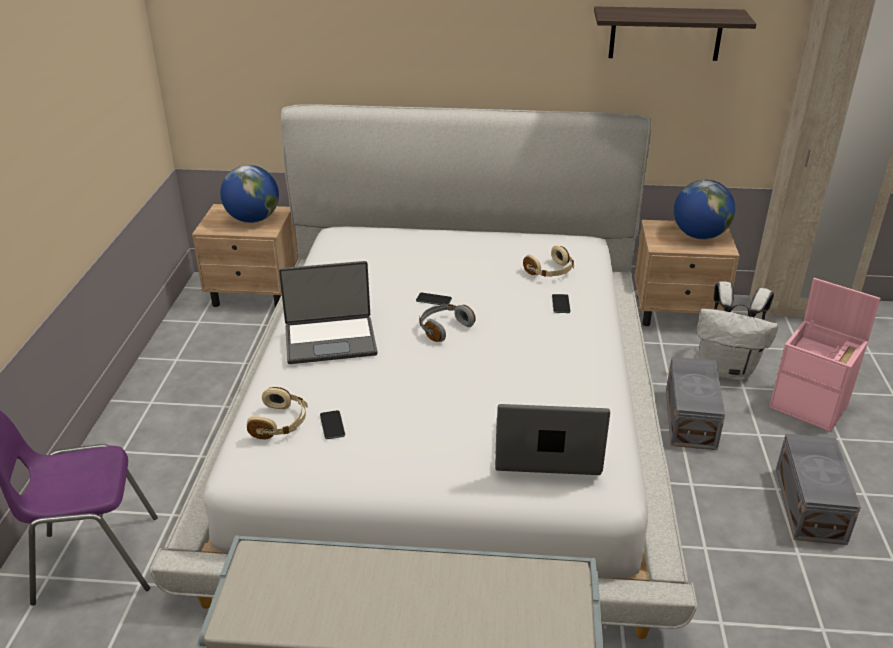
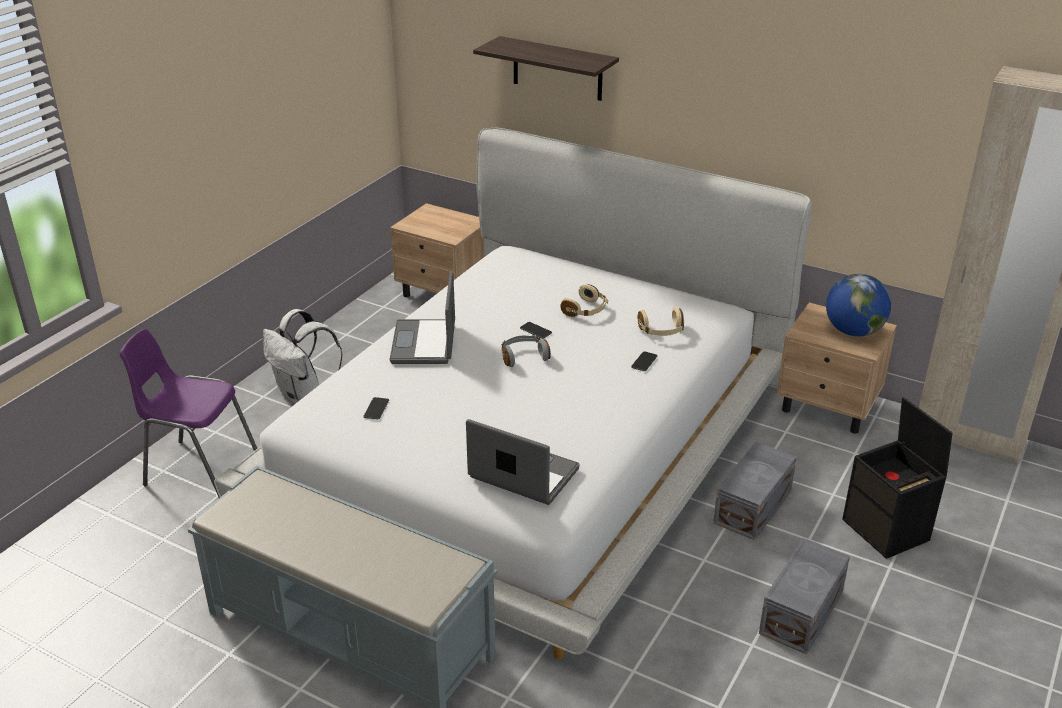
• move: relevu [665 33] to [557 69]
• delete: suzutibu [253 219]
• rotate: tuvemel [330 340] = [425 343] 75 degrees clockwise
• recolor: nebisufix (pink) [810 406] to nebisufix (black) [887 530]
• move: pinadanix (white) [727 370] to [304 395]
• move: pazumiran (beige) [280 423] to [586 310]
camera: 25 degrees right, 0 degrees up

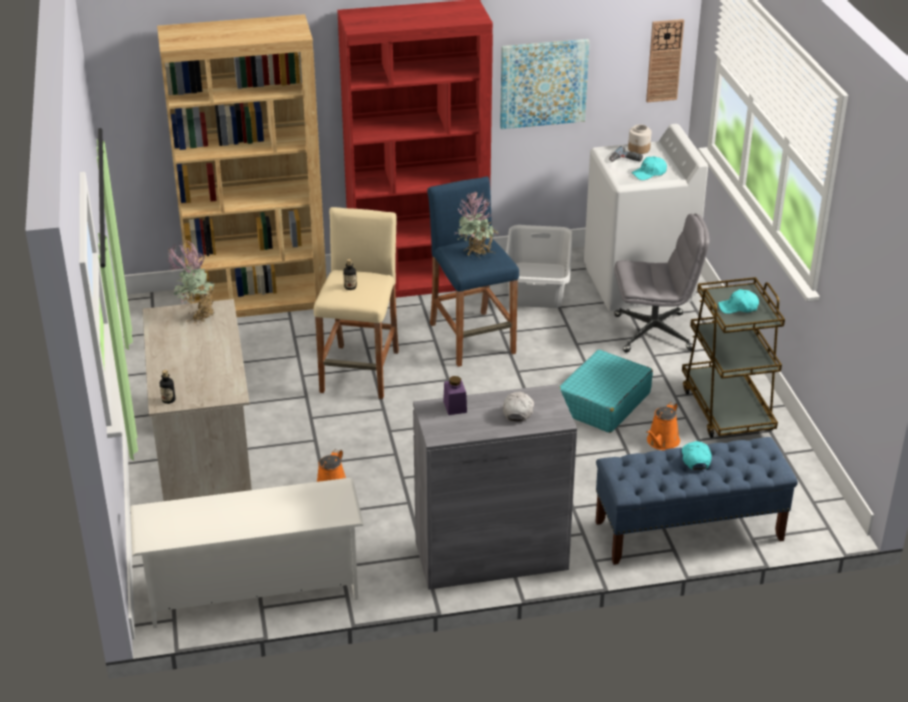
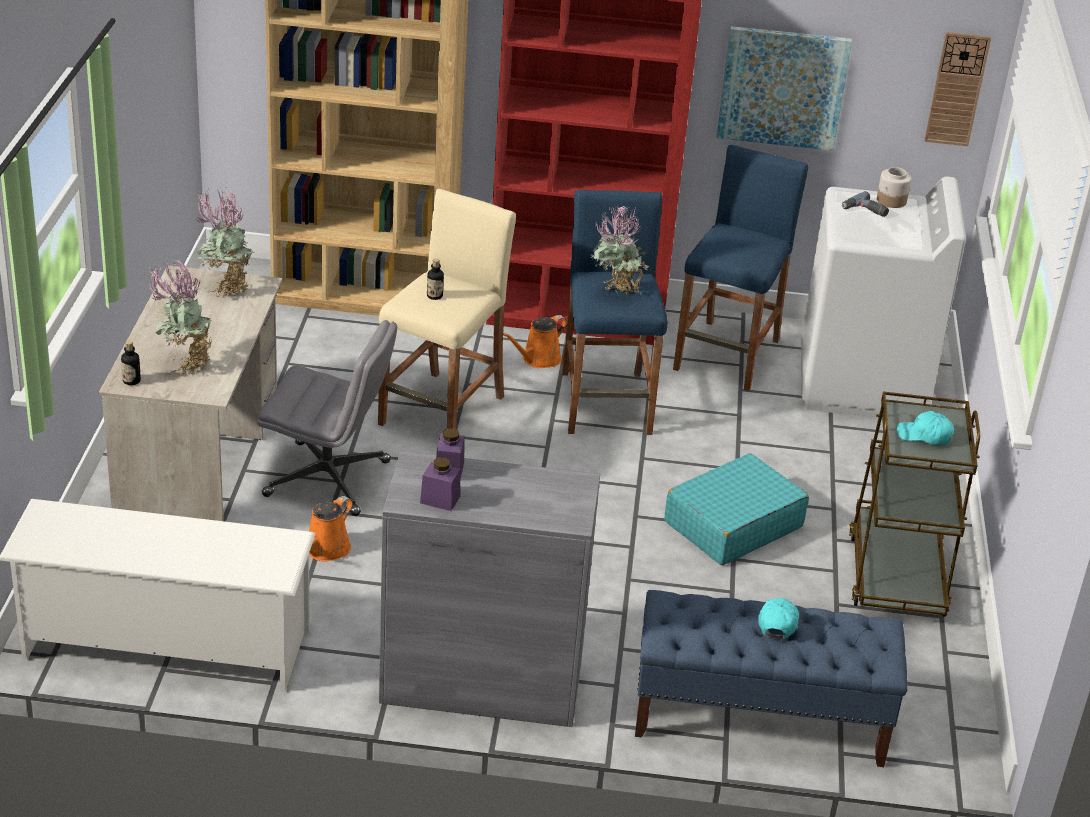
• delete: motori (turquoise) [649 173]
• move: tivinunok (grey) [654 332] to [329 479]
• replace: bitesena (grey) [538 285] to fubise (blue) [727 355]
• delete: motori (white) [518 410]
• move: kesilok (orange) [661 442] to [538 360]
• insert: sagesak [185 363]
• insert: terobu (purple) [440 499]
camera: 15 degrees right, 0 degrees up

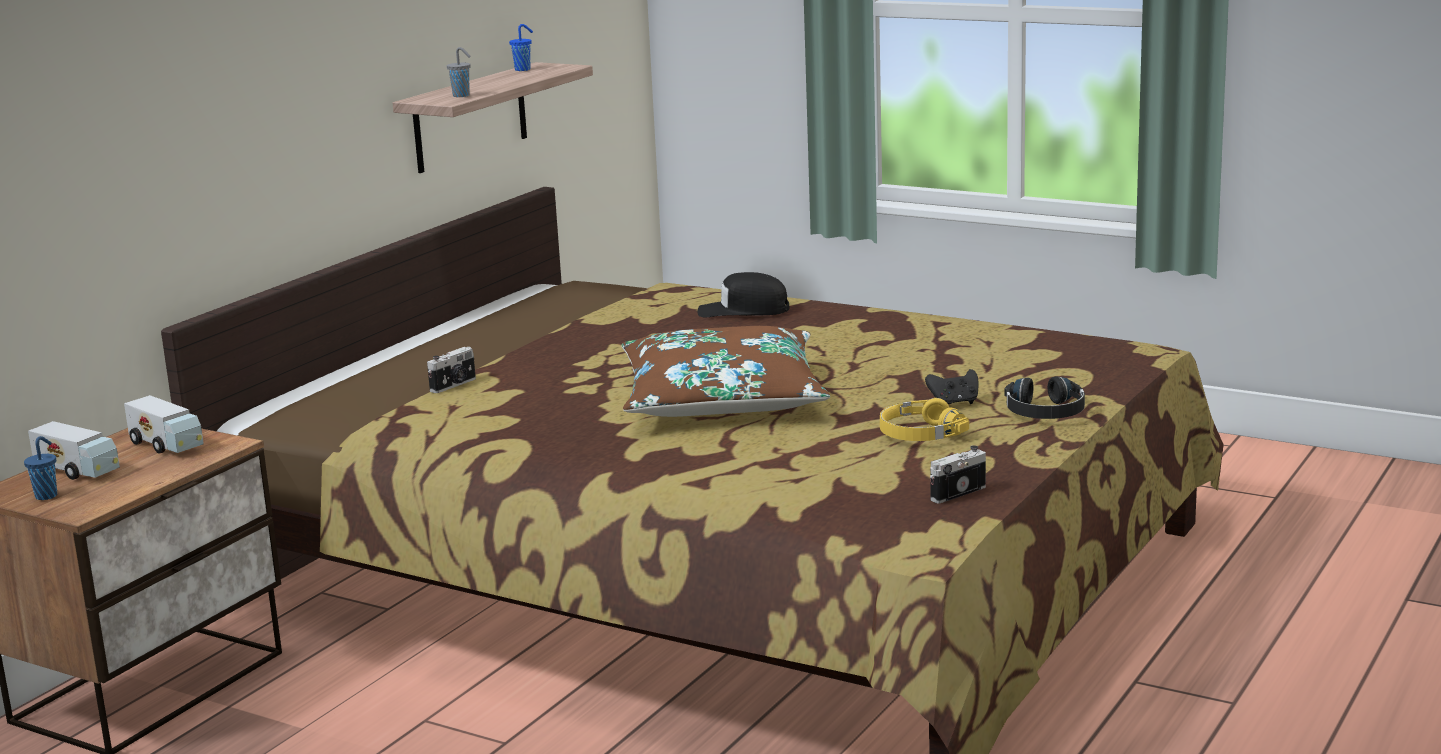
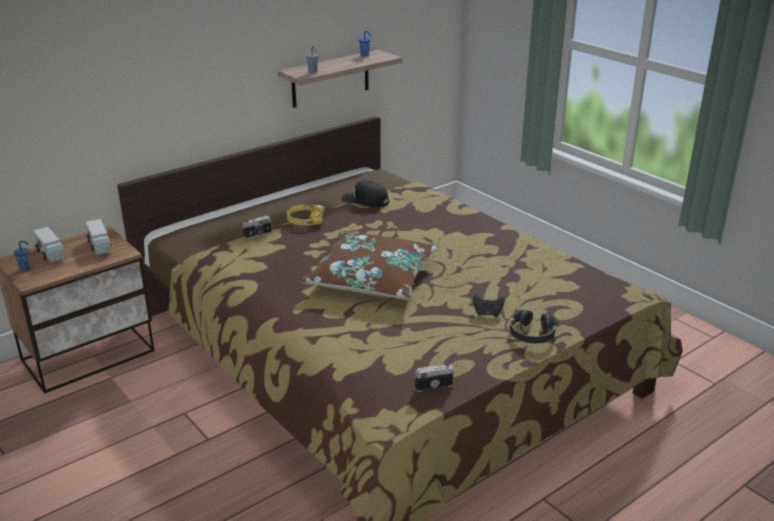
• move: motori (black) [743 310] to [365 200]
• move: pazumiran (yellow) [920 434] to [305 220]
camera: 20 degrees right, 10 degrees up

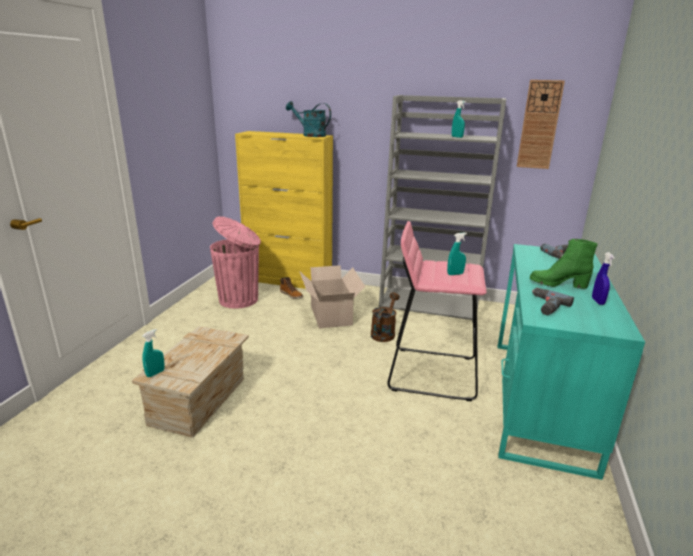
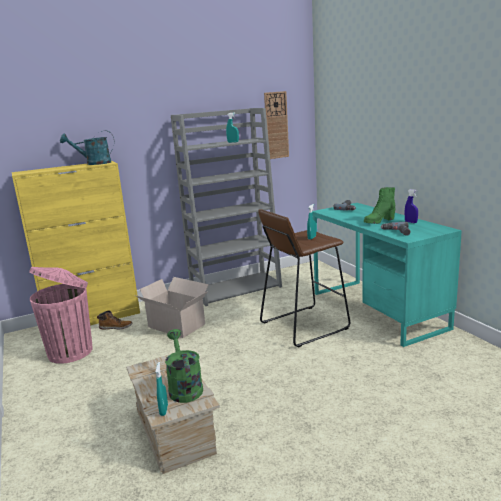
• recolor: fubise (pink) [431 372] to fubise (brown) [303 325]
• delete: kesilok (brown) [384 333]
• insert: kesilok (green) [184 387]
camera: 40 degrees left, 5 degrees down

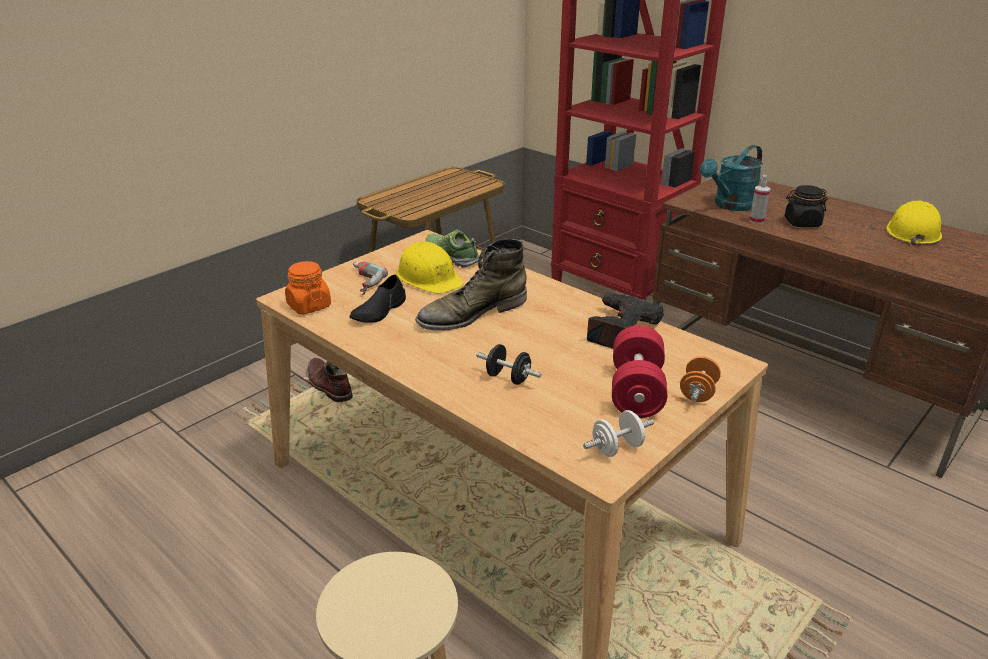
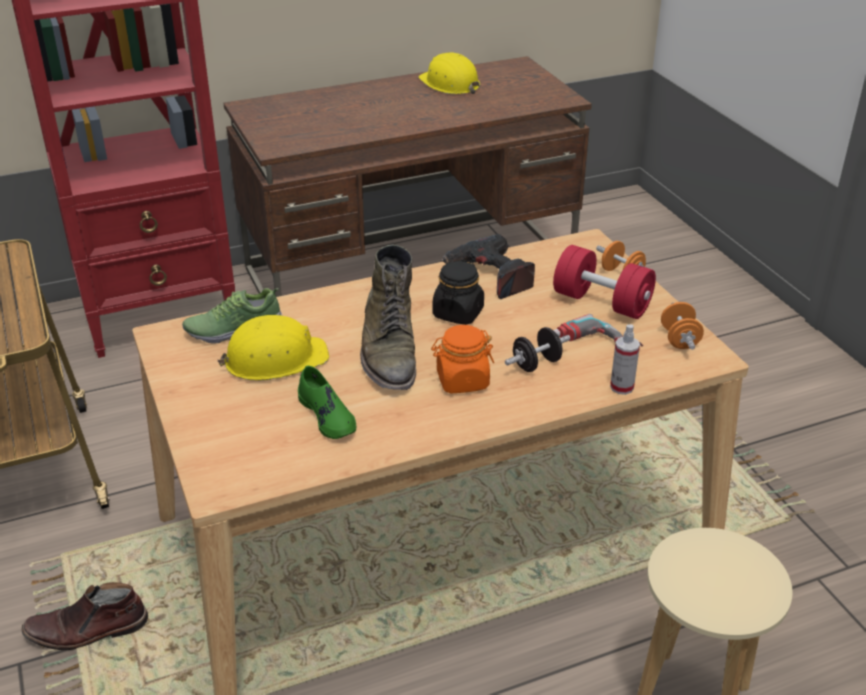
• delete: kesilok (turquoise) [730 205]
• move: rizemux [756 221] to [621 387]
• move: terobu (black) [802 223] to [458 313]
• move: terobu (orange) [309 306] to [462 381]
• move: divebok [359 282] to [593 345]
• recolor: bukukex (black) [379 311] to bukukex (green) [327 416]
• recolor: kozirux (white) [617 448] to kozirux (orange) [679 339]
camera: 65 degrees left, 5 degrees up

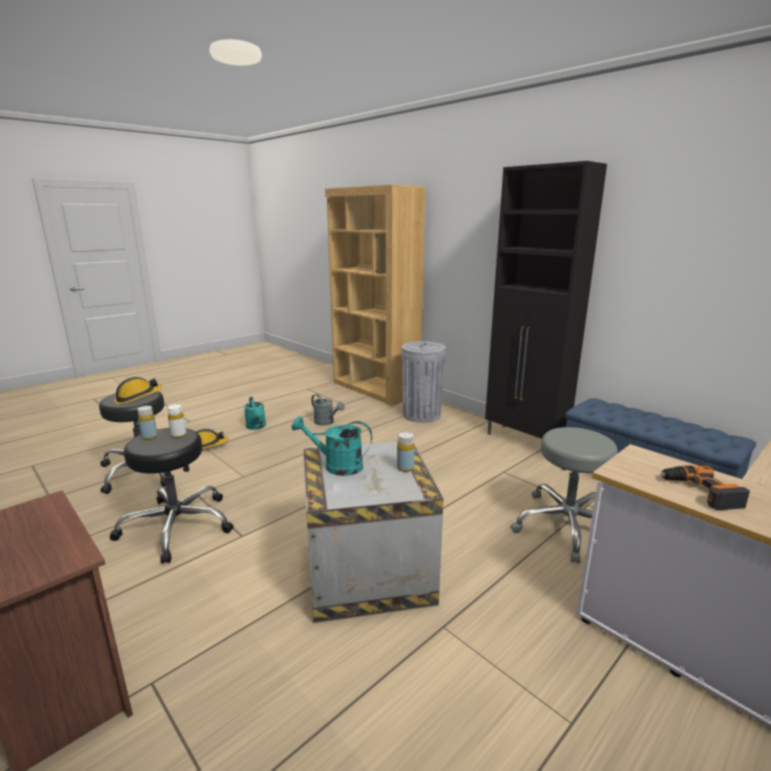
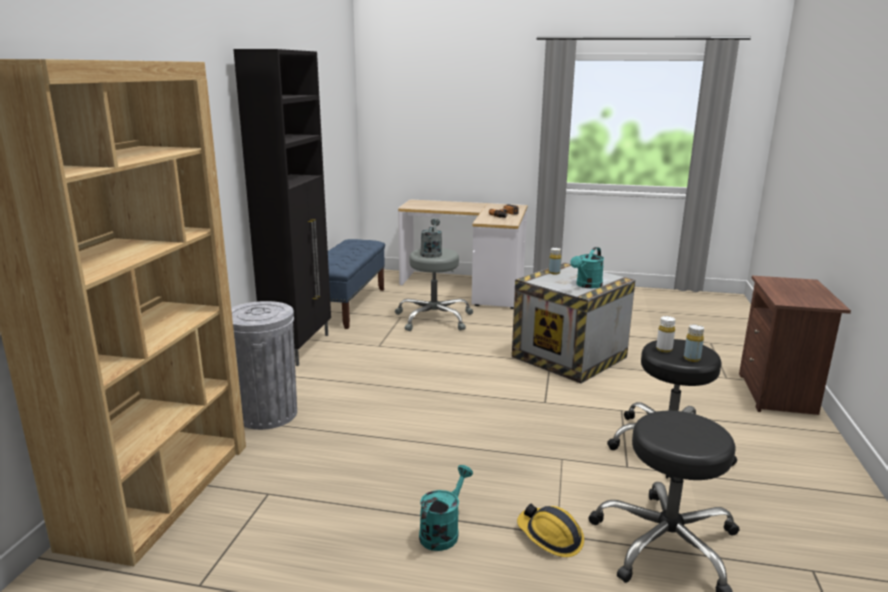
• delete: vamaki [138 398]
• move: kesilok (grey) [326 422] to [431 253]
• rotate: kesilok (turquoise) [336 466] = [587 285] 60 degrees clockwise
camera: 125 degrees left, 0 degrees up

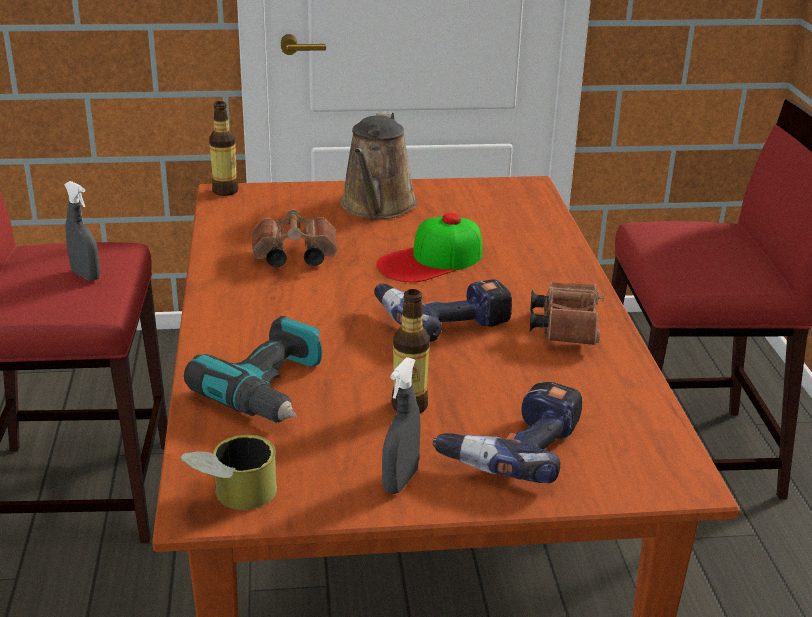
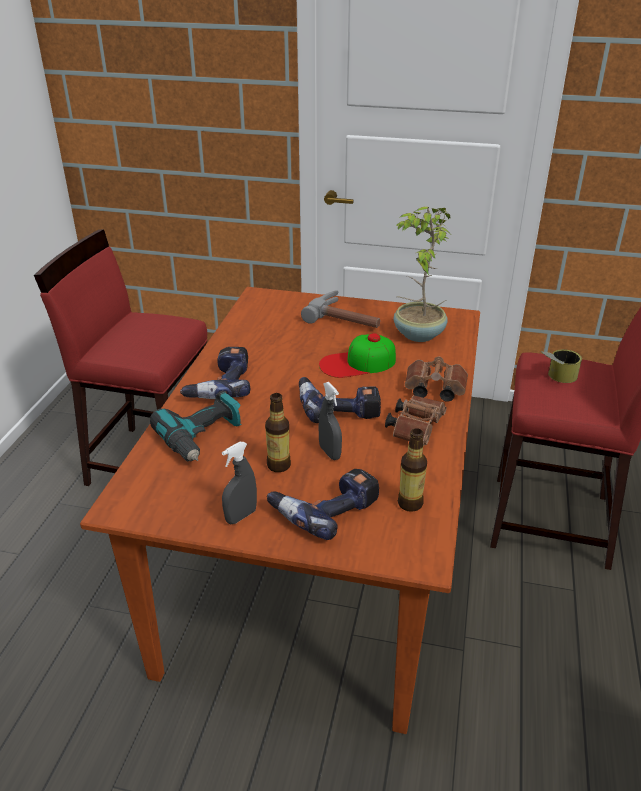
• move: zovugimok [225 191] to [410 503]
• replace: kesilok (brown) [377 207] to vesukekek [347 318]
• move: rizemux (grey) [86 275] to [329 452]
• move: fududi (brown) [292 257] to [433 390]
• move: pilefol [231 500] to [556 378]
• insert: sagesak [417 334]
• insert: divebok [220 385]
camera: 20 degrees right, 5 degrees up

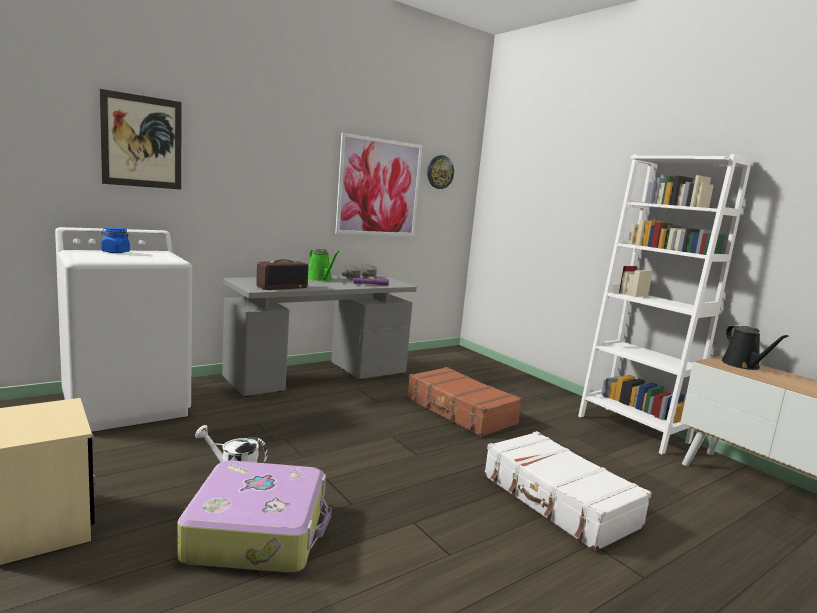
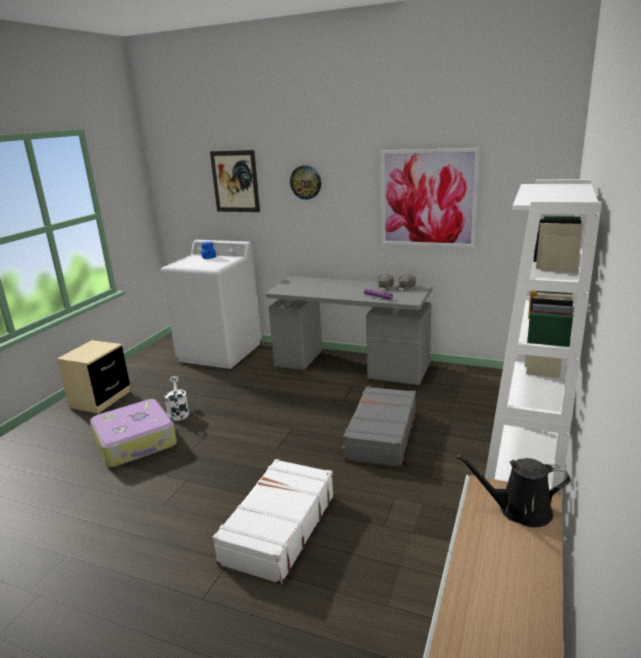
• move: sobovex [440 172] to [305 182]
• delete: kesilok (green) [320 279]
• delete: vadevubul [282 287]
• rotate: kesilok (black) [743 365] = [519 510] 45 degrees clockwise
• recolor: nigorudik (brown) [460 411] to nigorudik (grey) [381 435]
camera: 60 degrees right, 10 degrees up

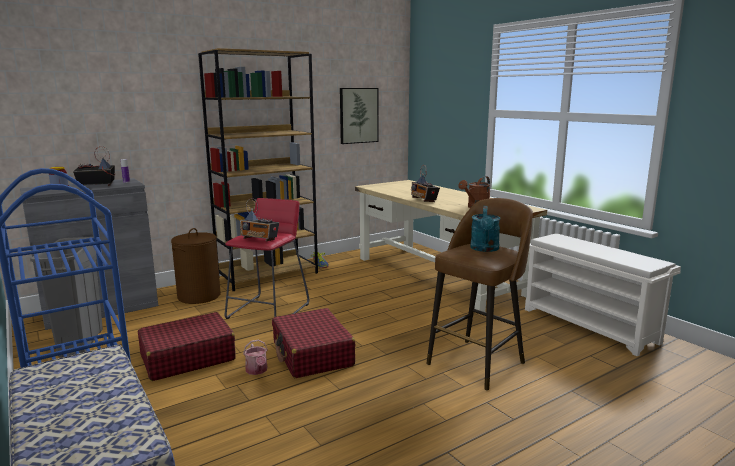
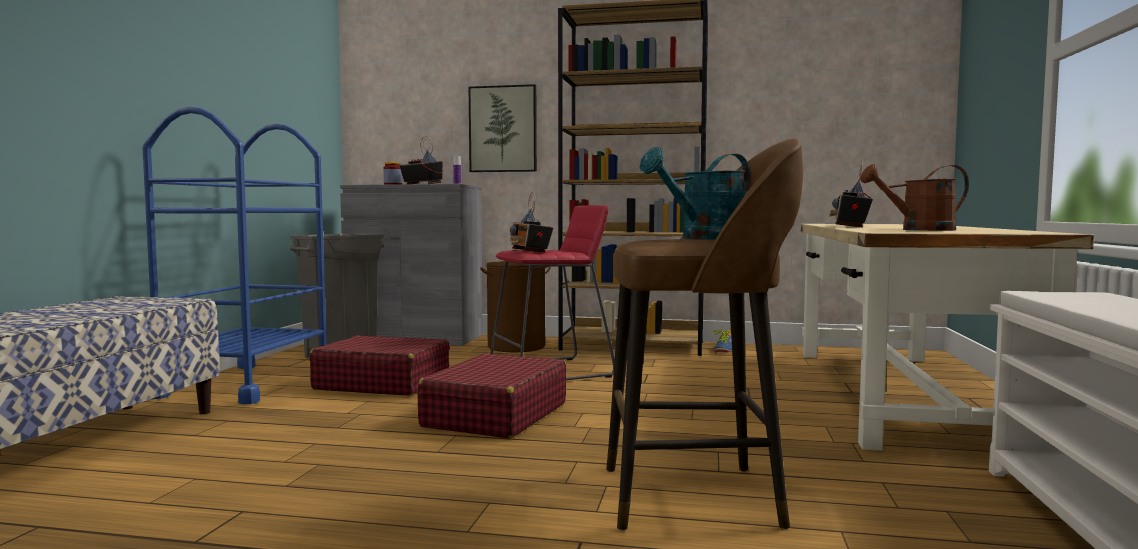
• move: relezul [358 115] to [503 129]
• delete: kesilok [257 371]
camera: 45 degrees right, 10 degrees down

